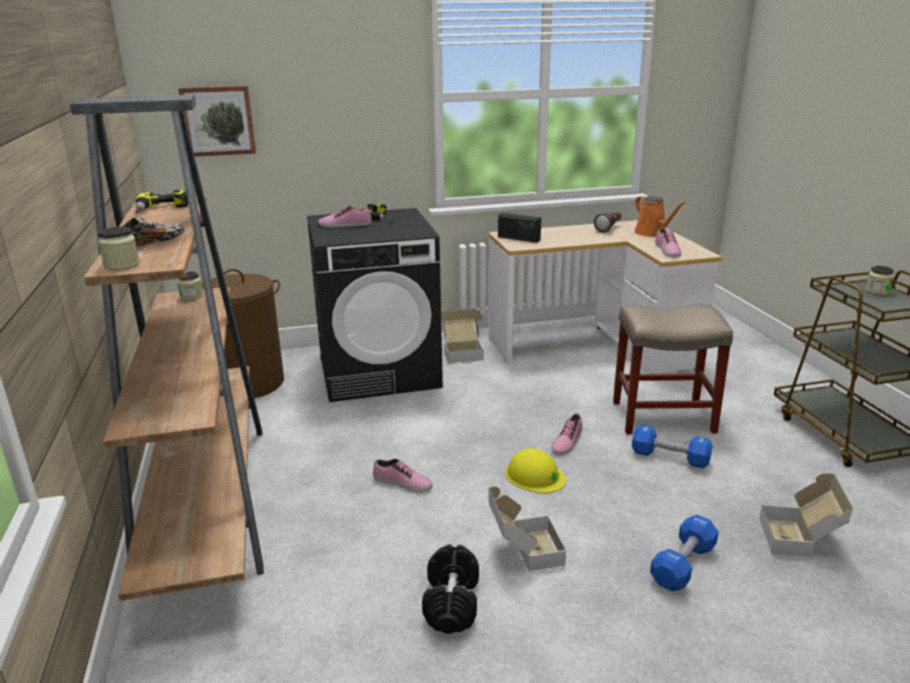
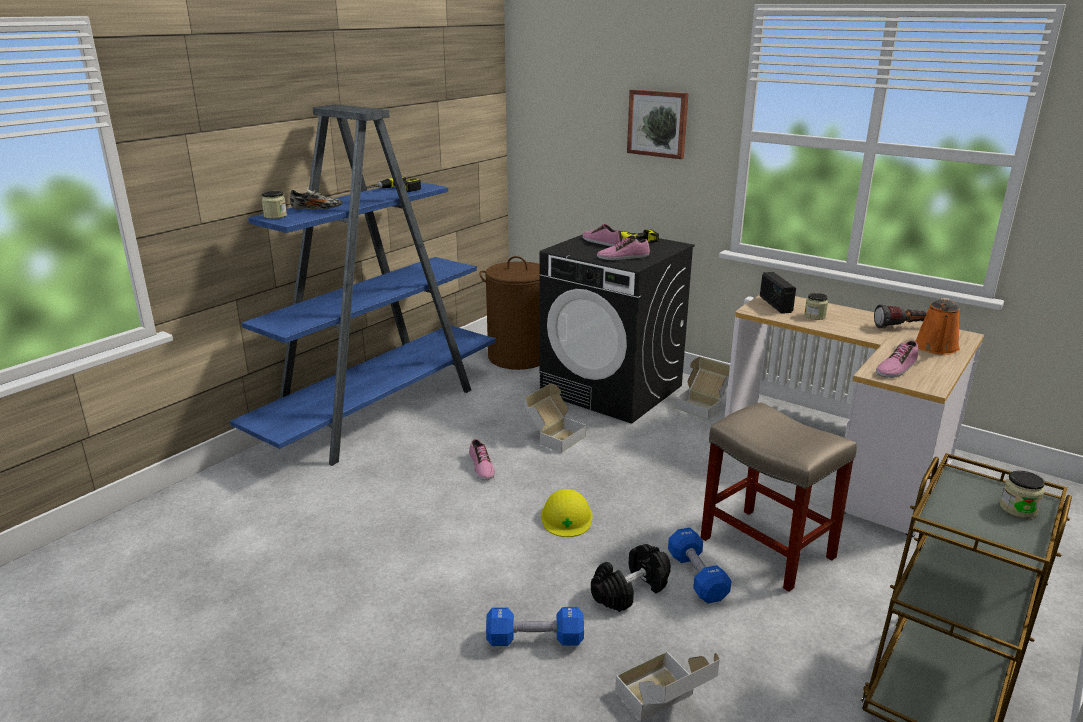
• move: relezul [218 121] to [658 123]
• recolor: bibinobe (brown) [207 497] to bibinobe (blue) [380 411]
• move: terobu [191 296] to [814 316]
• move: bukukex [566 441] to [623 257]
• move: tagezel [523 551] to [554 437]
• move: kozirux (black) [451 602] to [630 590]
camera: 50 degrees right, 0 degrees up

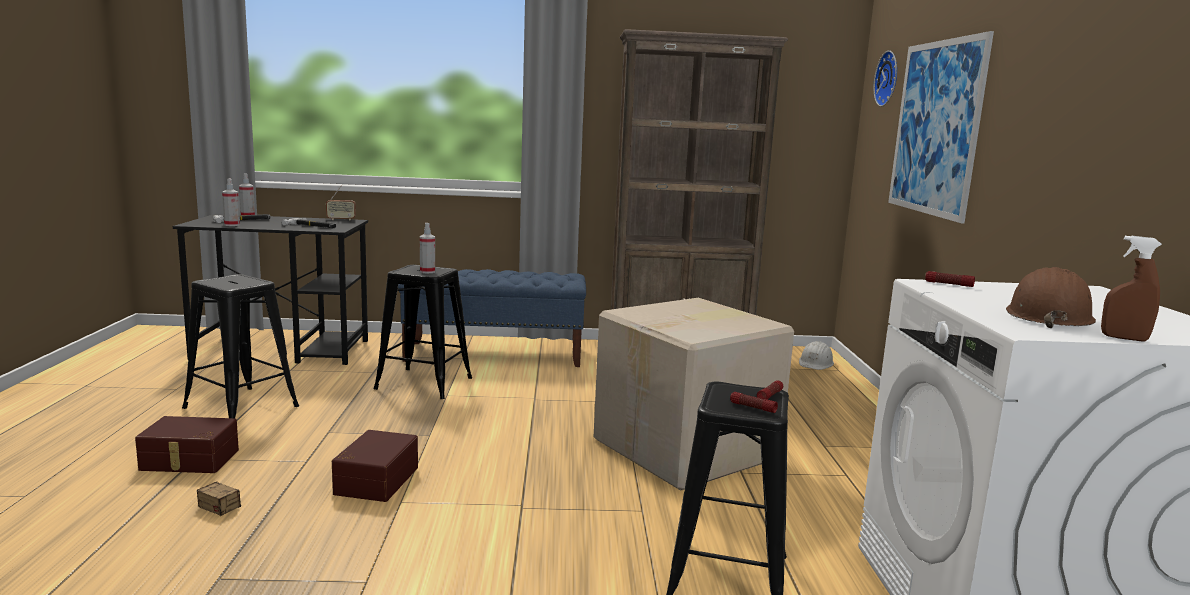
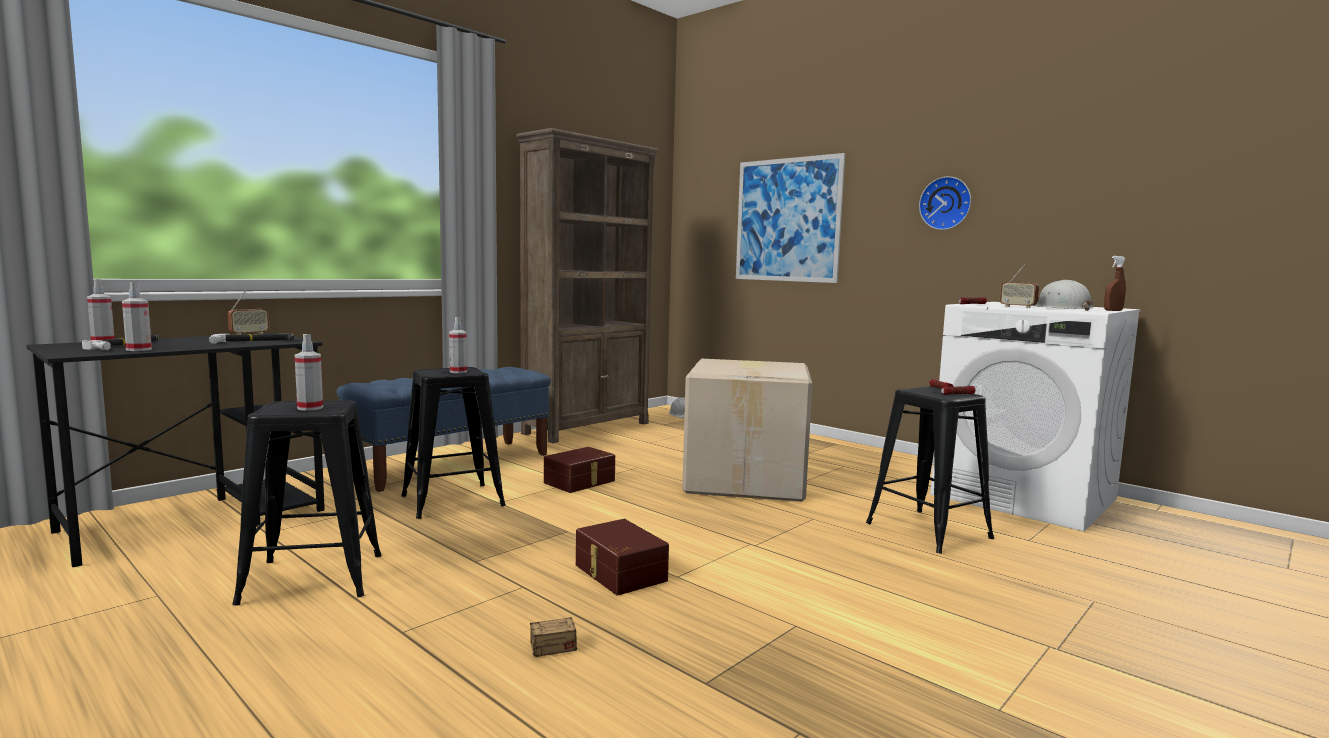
• move: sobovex [889 79] to [946 203]
• recolor: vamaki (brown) [1047 316] to vamaki (white) [1060 308]
• move: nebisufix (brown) [189 461] to [580 482]
• insert: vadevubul [1017 307]
• insert: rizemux [310 408]
camera: 45 degrees left, 5 degrees down

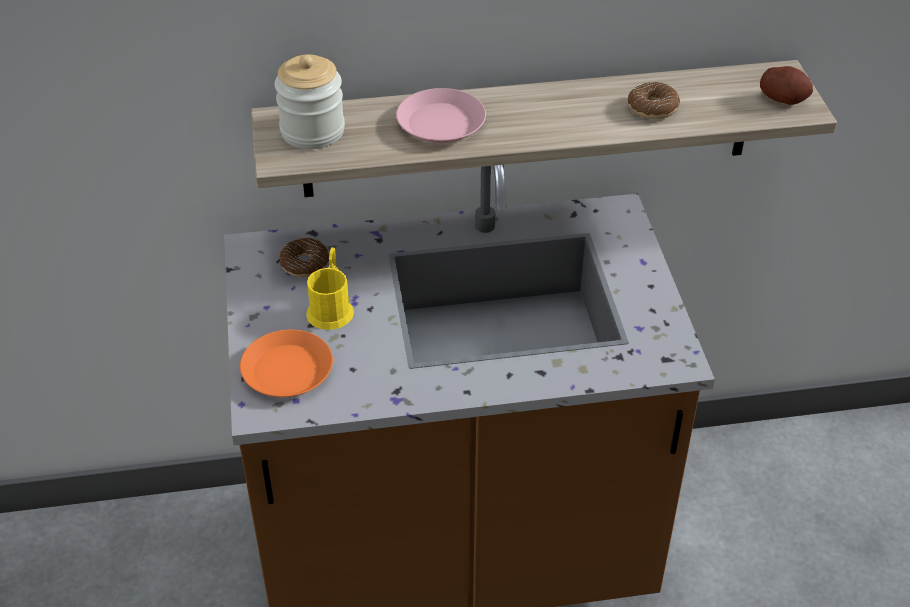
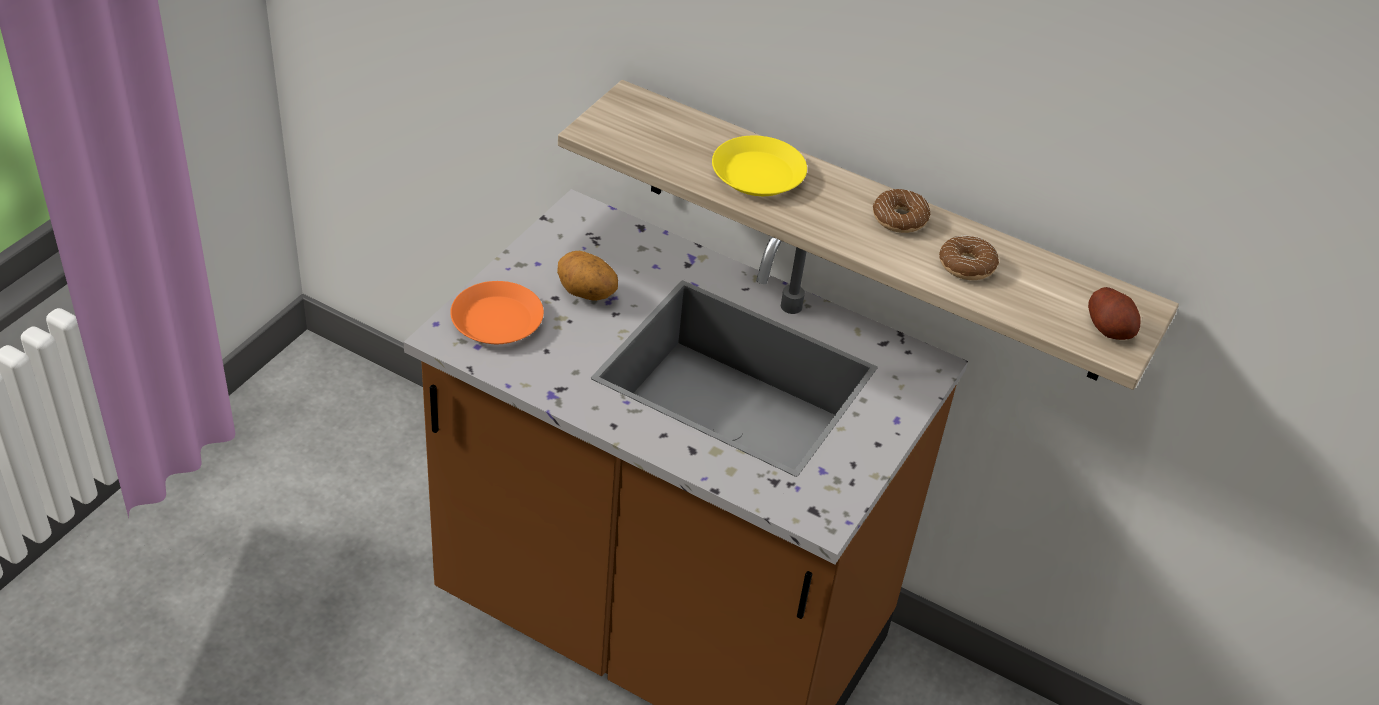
• delete: terobu [312 131]
• recolor: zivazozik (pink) [440 123] to zivazozik (yellow) [757 174]
• move: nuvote [304 264] to [899 218]
• replace: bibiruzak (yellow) [331 307] to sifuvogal [586 294]
camera: 35 degrees right, 0 degrees up

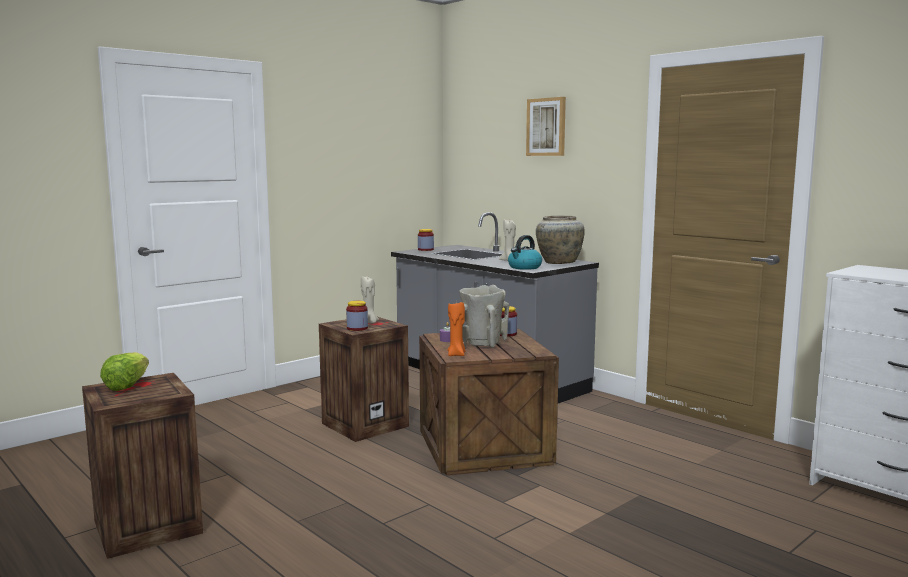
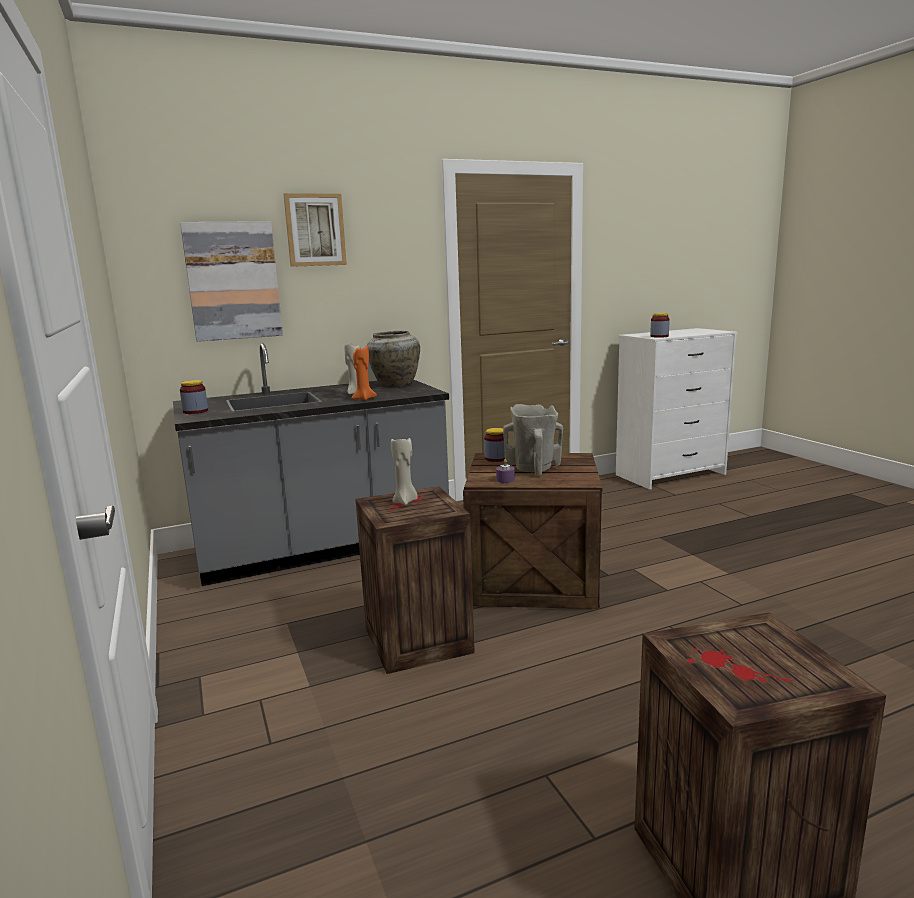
• delete: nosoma [524 267]
• move: terobu [357 328] to [659 336]
• move: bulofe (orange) [457 354] to [363 399]
• delete: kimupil [127 385]
• insert: relezul [233 281]
camera: 70 degrees left, 5 degrees up

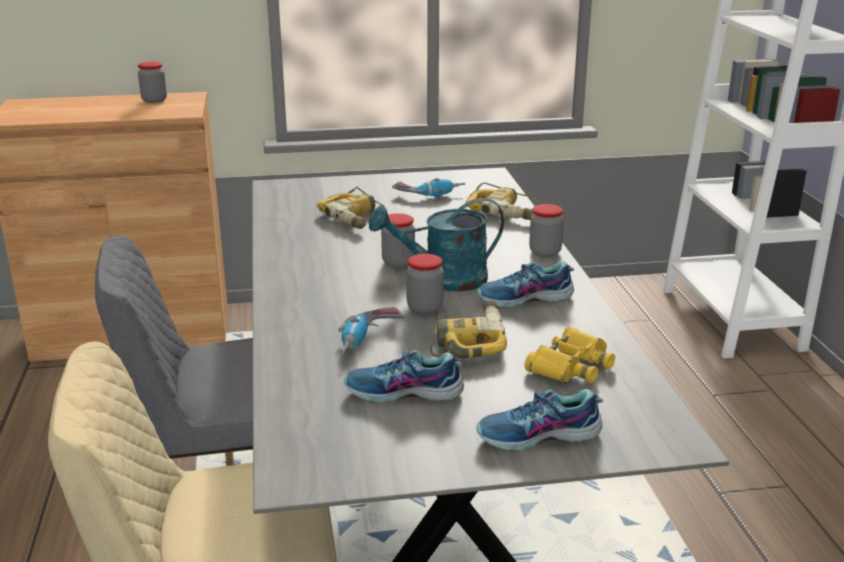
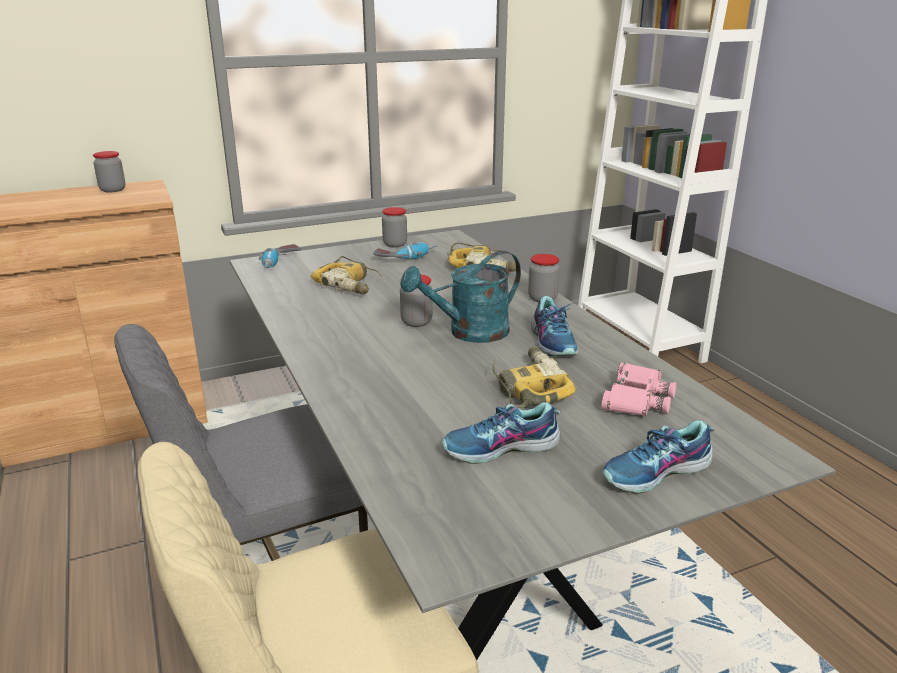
• move: terobu [425 308] to [395 244]
• rotate: bukukex [525 299] = [553 342] 75 degrees counterclockwise
• move: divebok [368 340] to [280 264]
• recolor: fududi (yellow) [570 365] to fududi (pink) [636 399]
camera: 15 degrees left, 0 degrees up

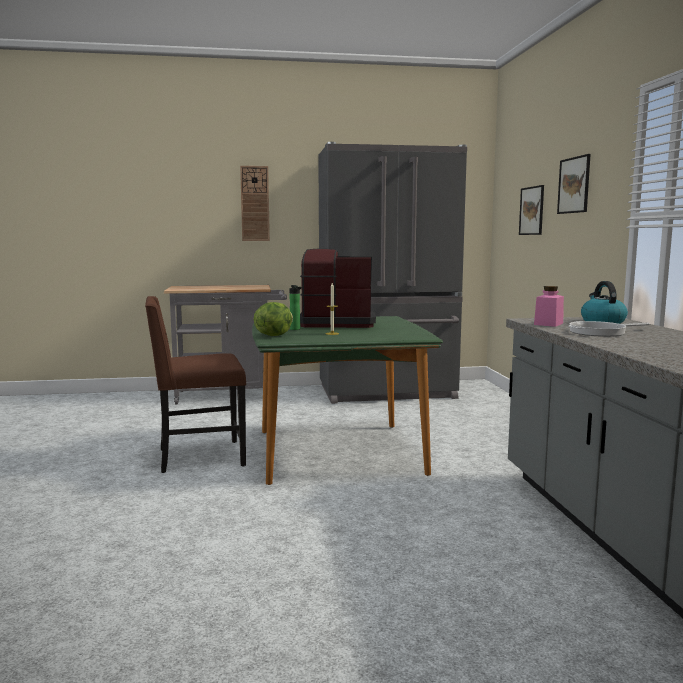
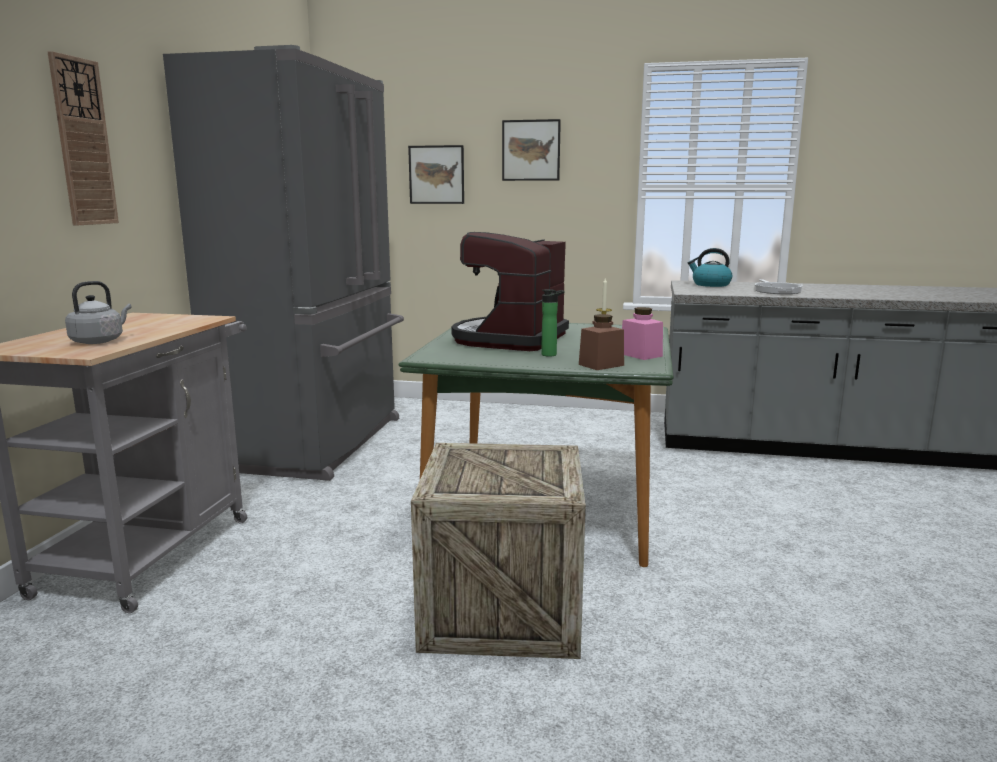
• move: terobu (pink) [548 324] to [640 355]
• replace: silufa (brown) [199 457] to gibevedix [502 609]
• replace: kimupil [273 335] to terobu (brown) [601 365]
• insert: nosoma (grey) [99 341]
camera: 70 degrees left, 5 degrees up

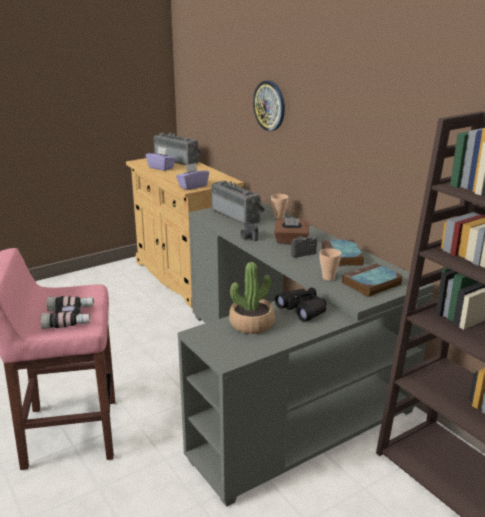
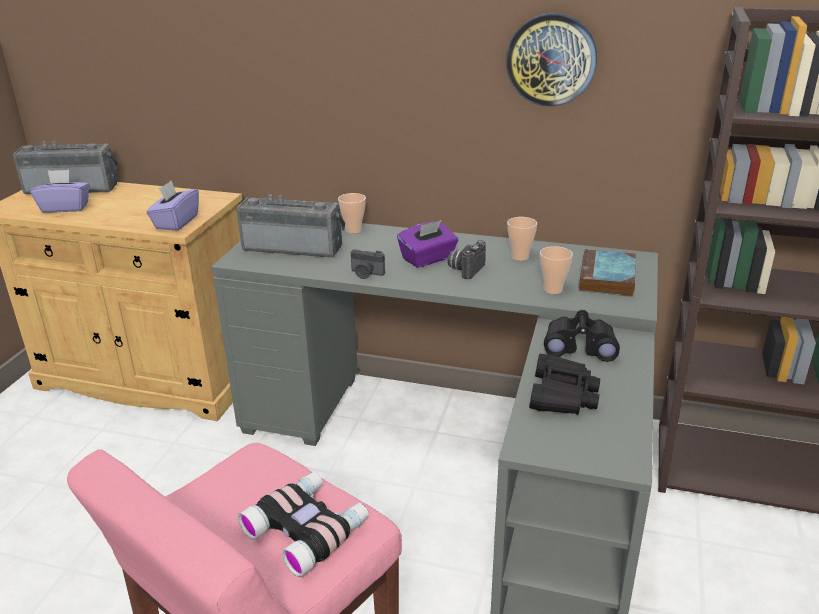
• move: sobovex [269 105] to [551 60]
• recolor: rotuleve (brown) [291 241] to rotuleve (purple) [428 259]
• replace: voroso [342 257] to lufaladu [520 257]
• replace: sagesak [252 324] to fududi (black) [562 395]
camera: 40 degrees left, 5 degrees up

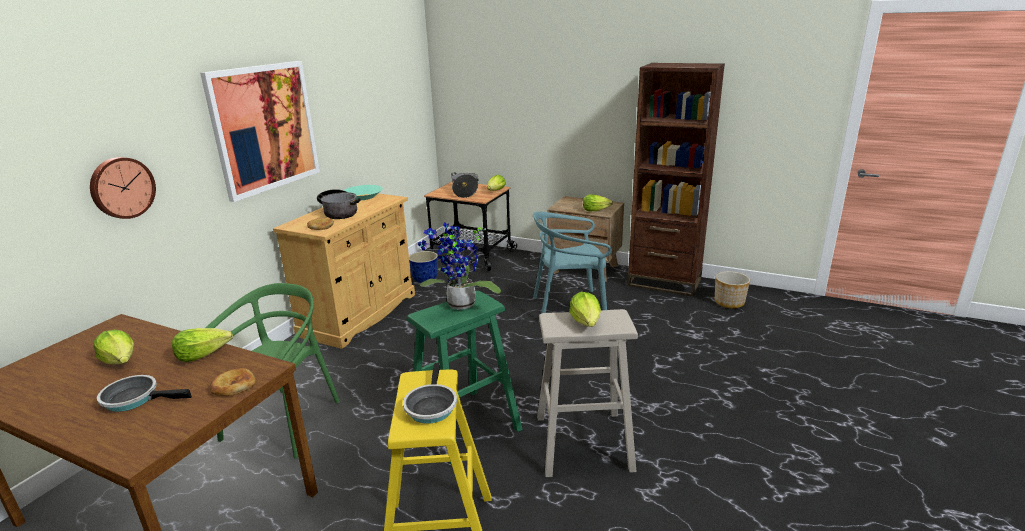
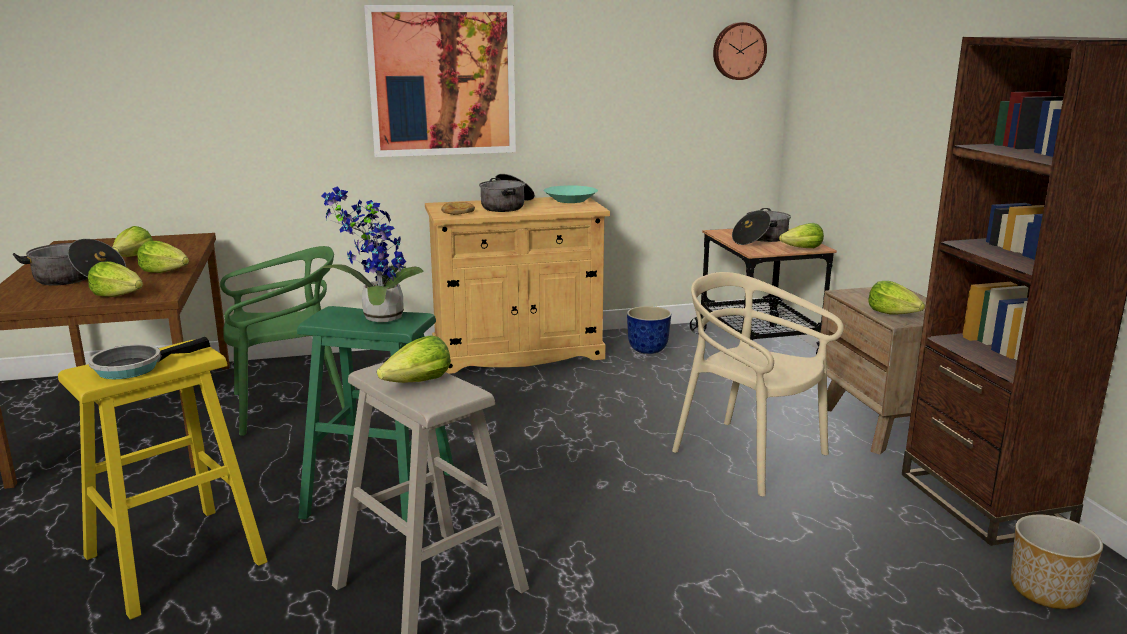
• move: sobovex [121 187] to [738 51]
• recolor: silufa (turquoise) [569 307] to silufa (beige) [748 456]
• replace: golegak [233 385] to kimupil [119 296]
• replace: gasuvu [135 398] to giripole [77 279]
camera: 50 degrees right, 5 degrees down

